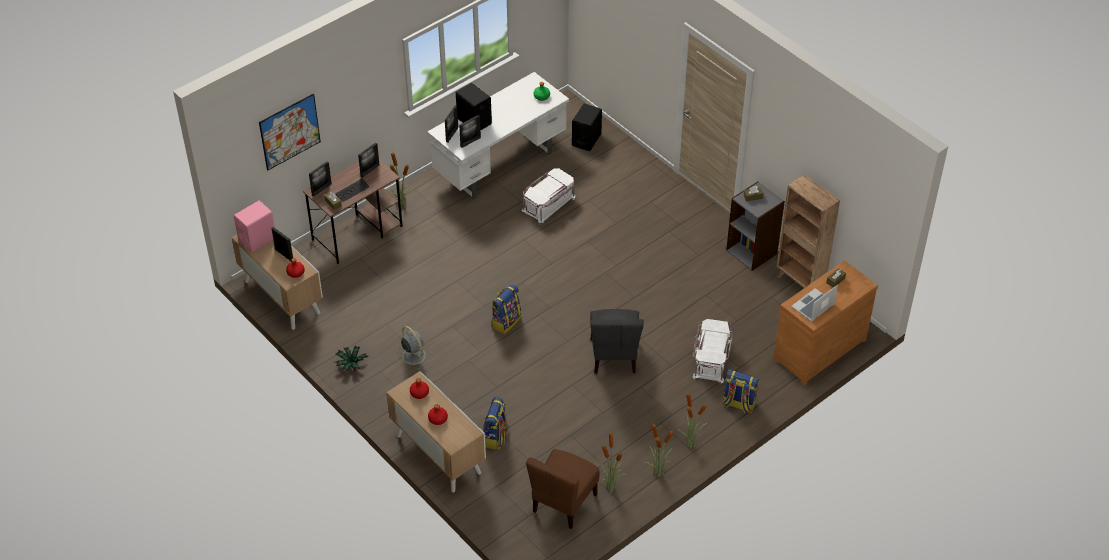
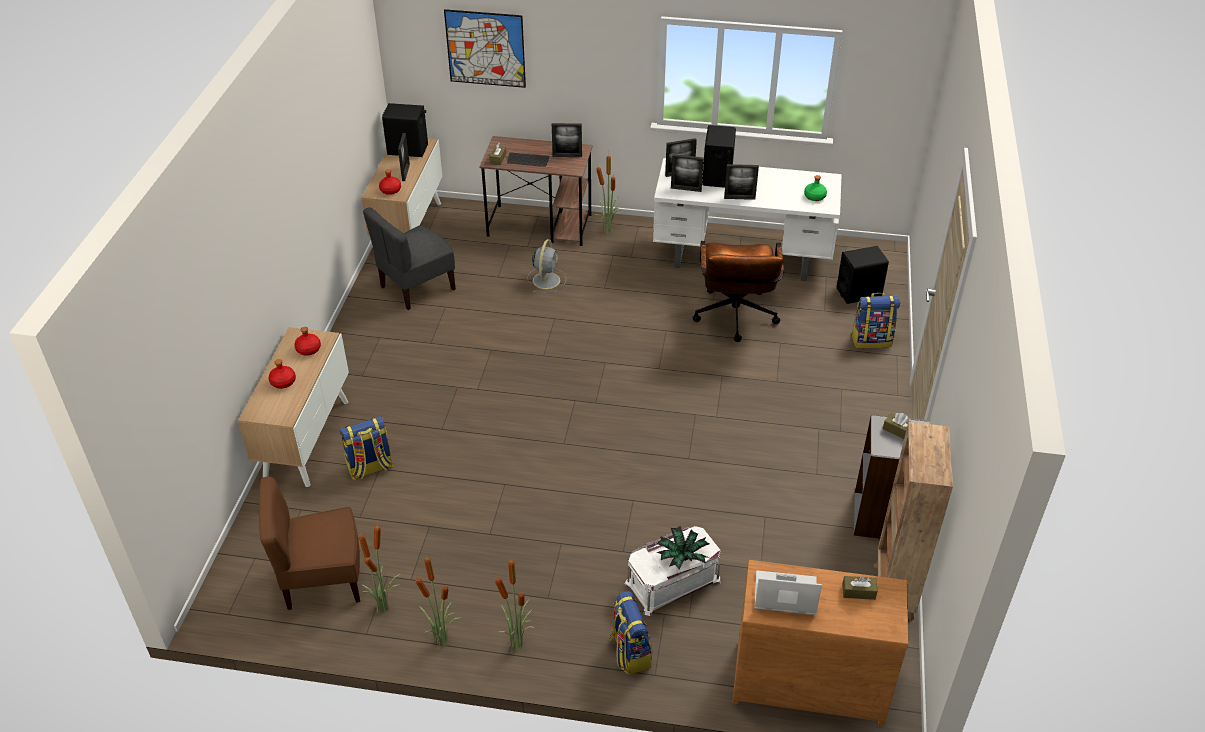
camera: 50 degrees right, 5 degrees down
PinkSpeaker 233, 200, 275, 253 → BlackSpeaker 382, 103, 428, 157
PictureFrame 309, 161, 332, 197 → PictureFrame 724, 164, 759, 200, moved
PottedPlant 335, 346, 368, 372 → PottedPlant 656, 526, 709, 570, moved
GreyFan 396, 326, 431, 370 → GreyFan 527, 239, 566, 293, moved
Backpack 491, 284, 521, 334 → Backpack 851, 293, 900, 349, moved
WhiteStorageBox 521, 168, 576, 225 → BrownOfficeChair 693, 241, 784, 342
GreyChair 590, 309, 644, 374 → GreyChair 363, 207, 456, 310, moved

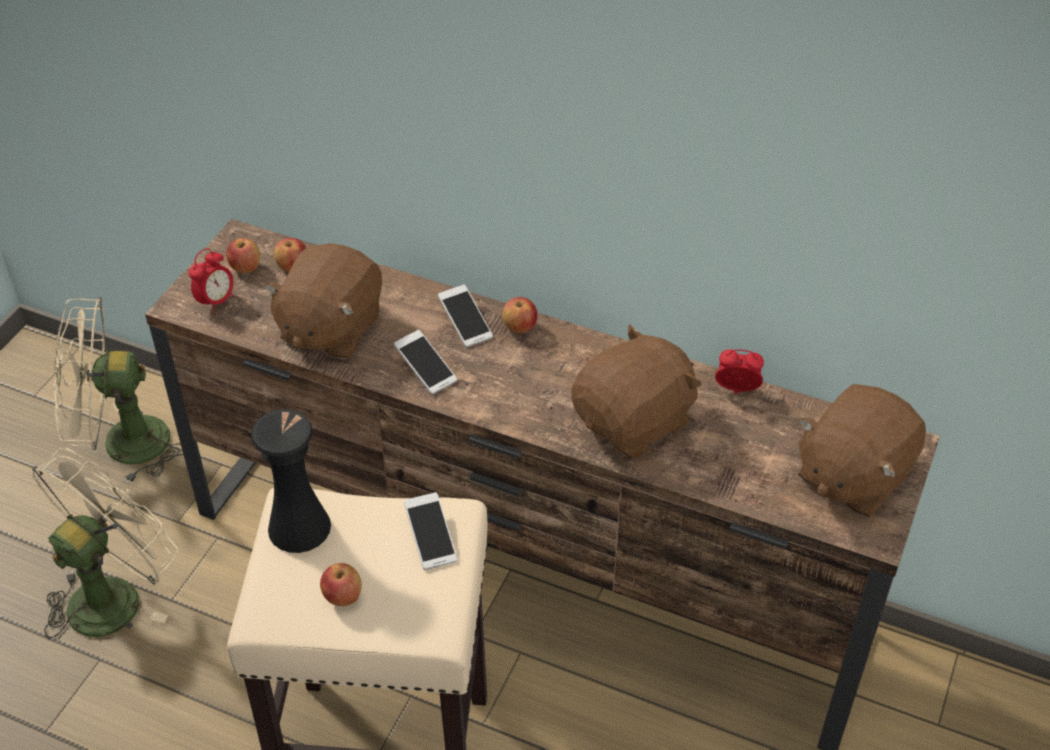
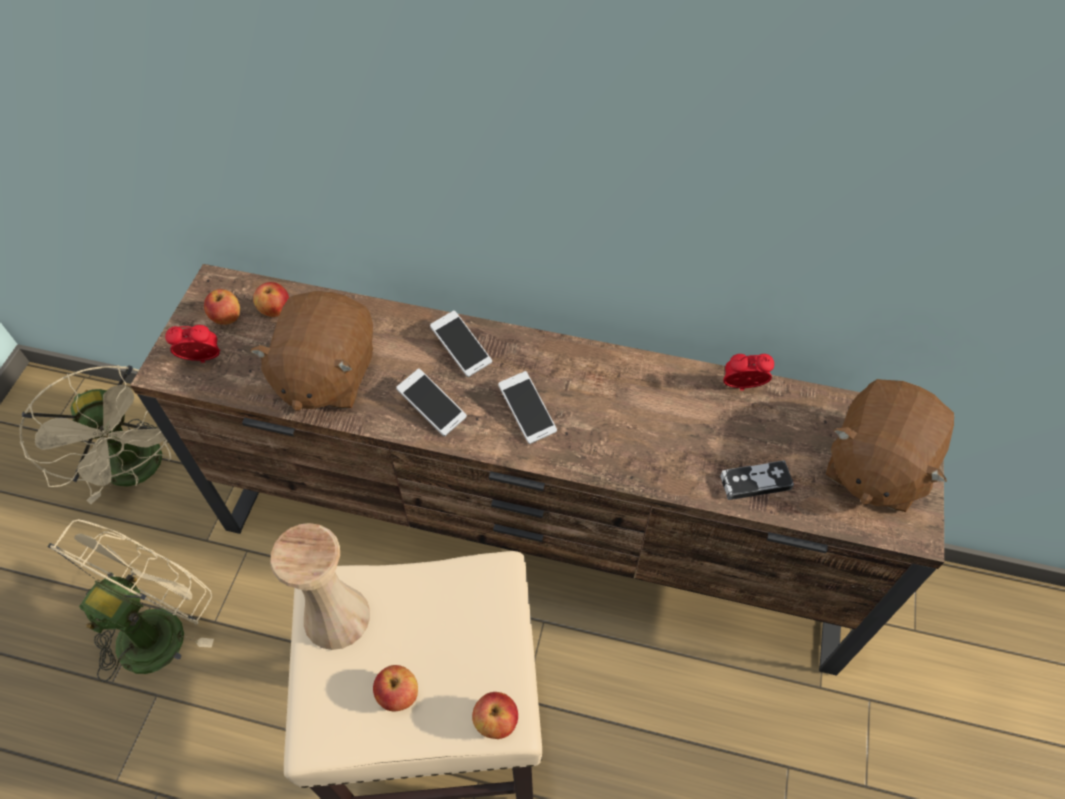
camera: 10 degrees left, 10 degrees up
BeigeFan 54, 297, 183, 484 → BeigeFan 19, 365, 171, 504, 105 degrees counterclockwise
AlarmClock 189, 248, 235, 314 → AlarmClock 165, 325, 220, 363, 120 degrees counterclockwise
BlackVase 251, 409, 331, 553 → BeigeVase 270, 523, 370, 650
Phone 404, 492, 457, 570 → Phone 498, 371, 557, 444, moved
Apple 502, 297, 537, 333 → Apple 472, 692, 518, 739, moved
BrownPlushToy 571, 324, 702, 458 → -
- → GameController 720, 460, 794, 500

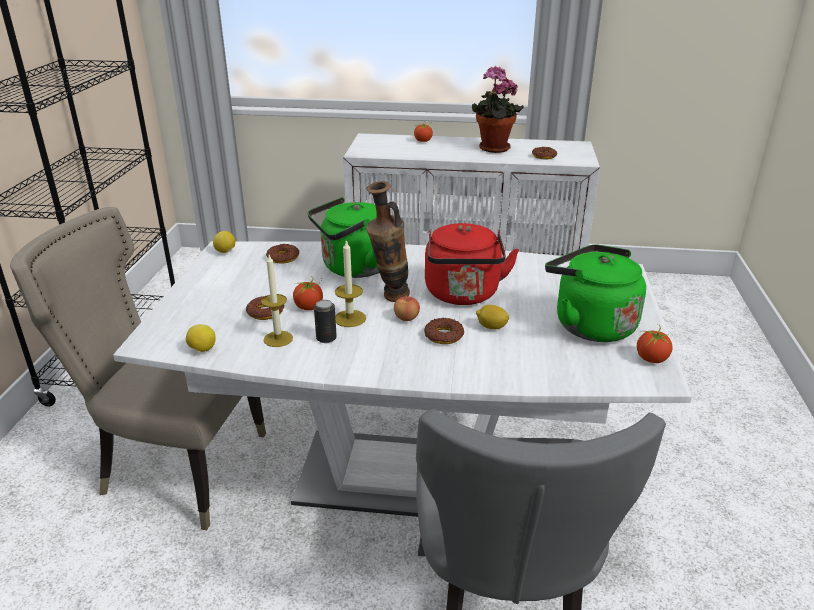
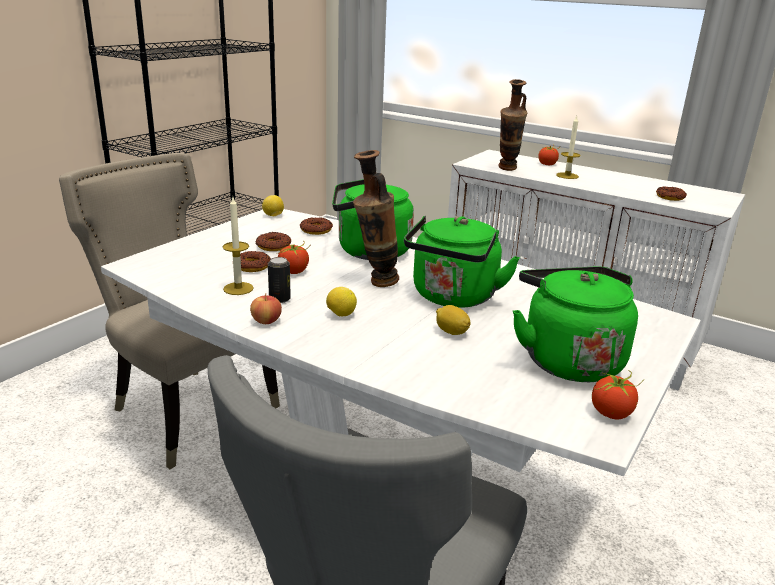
camera: 25 degrees right, 5 degrees down
Lemon 186, 324, 216, 352 → Lemon 326, 287, 357, 316, moved
Candle 335, 239, 366, 327 → Candle 556, 116, 580, 179, moved
Apple 394, 295, 420, 321 → Apple 250, 293, 282, 324, moved
Donut 424, 318, 464, 344 → Donut 256, 232, 291, 251, moved
RedKettle 425, 223, 519, 305 → GreenKettle 404, 216, 520, 308
PottedPlant 472, 66, 524, 153 → -
- → Vase 498, 79, 527, 171

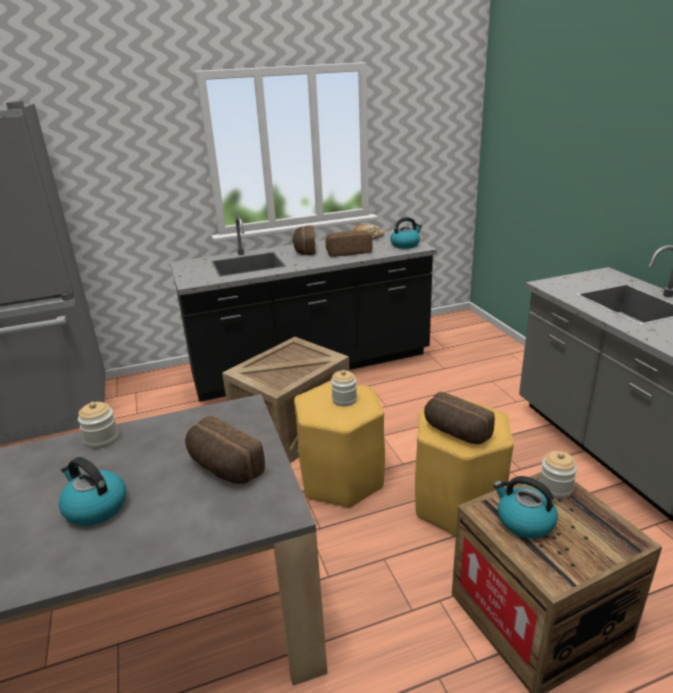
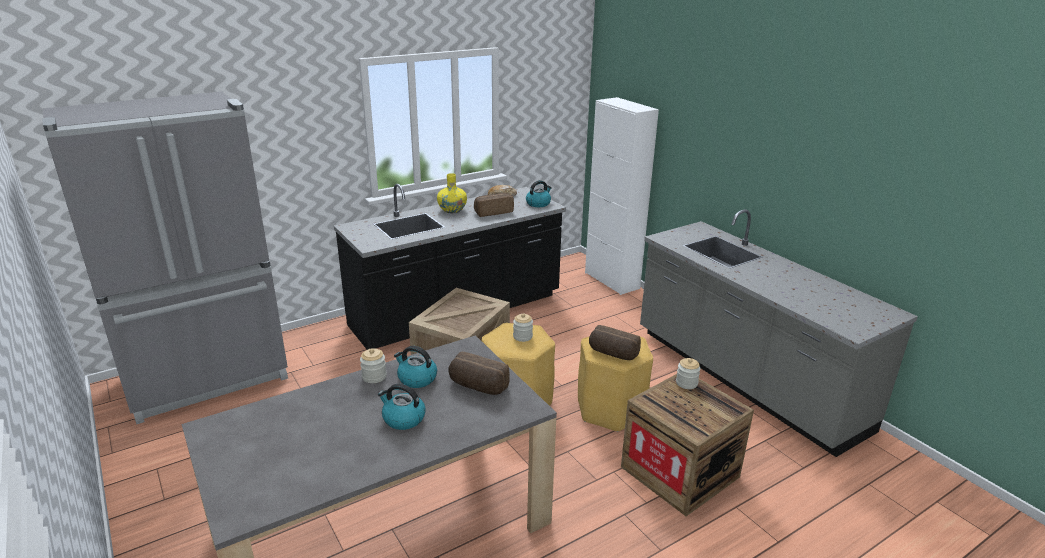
camera: 15 degrees left, 0 degrees up
Bread 292, 225, 316, 255 → YellowVase 437, 173, 467, 213
Kettle 493, 476, 558, 539 → Kettle 394, 346, 437, 388, moved
- → WhiteCabinet 585, 97, 659, 295

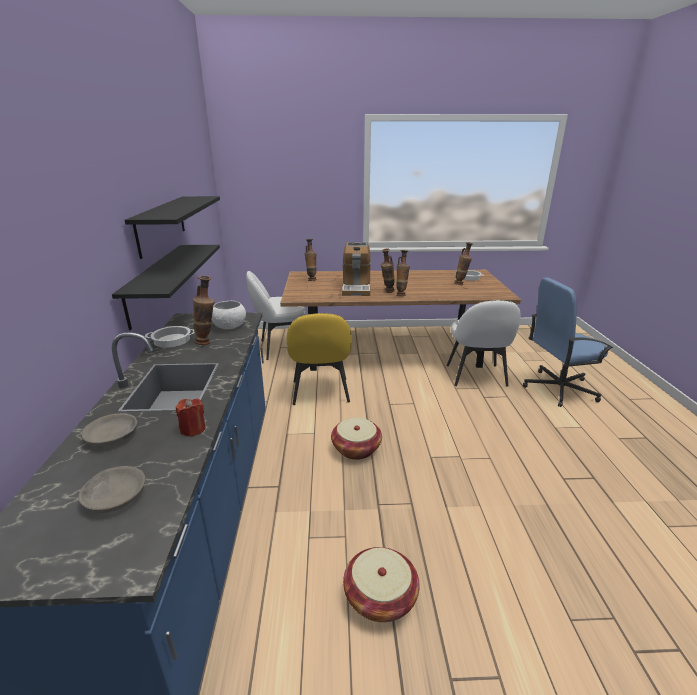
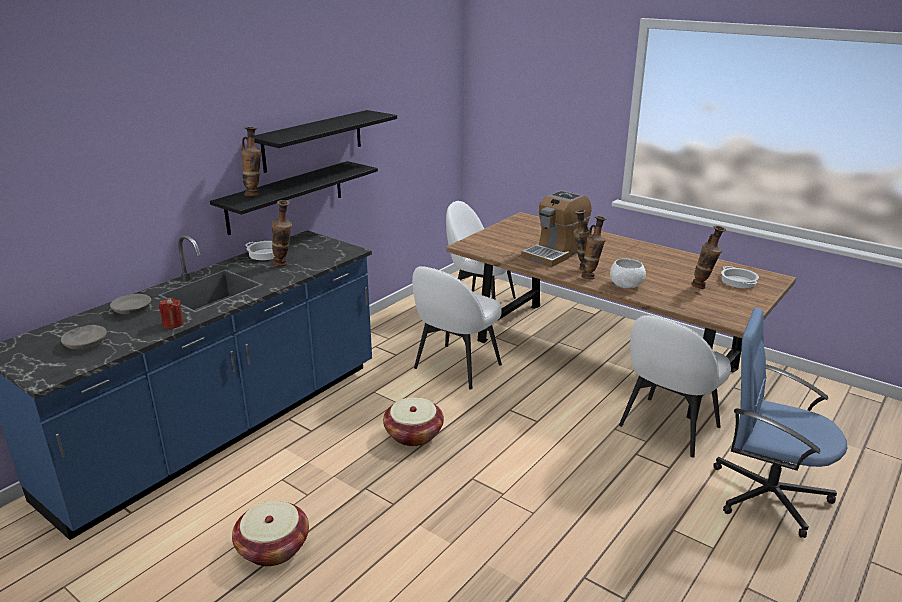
camera: 40 degrees right, 0 degrees up
WhiteBowl 212, 301, 246, 329 → WhiteBowl 610, 258, 646, 288, moved
YellowChair 287, 313, 352, 405 → WhiteChair 412, 266, 502, 389
Vase 305, 239, 317, 281 → Vase 241, 127, 261, 196, moved

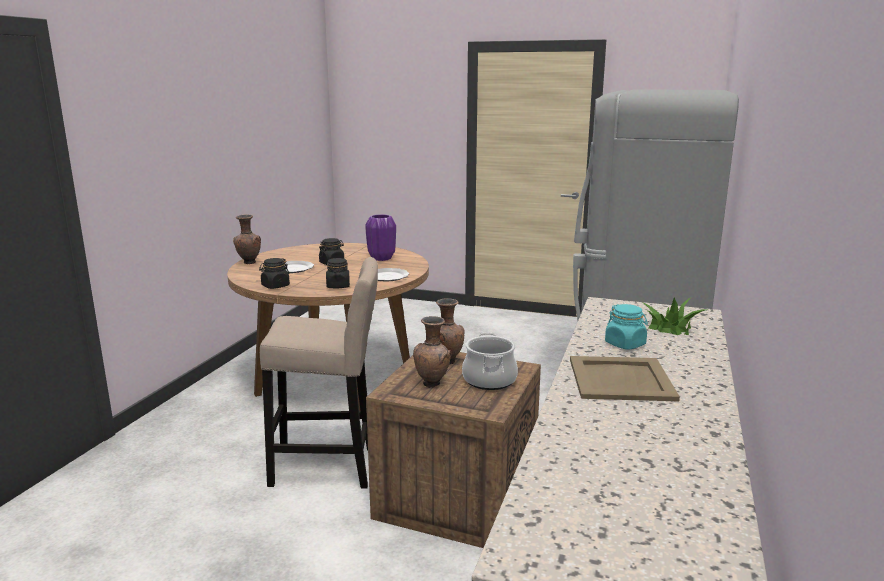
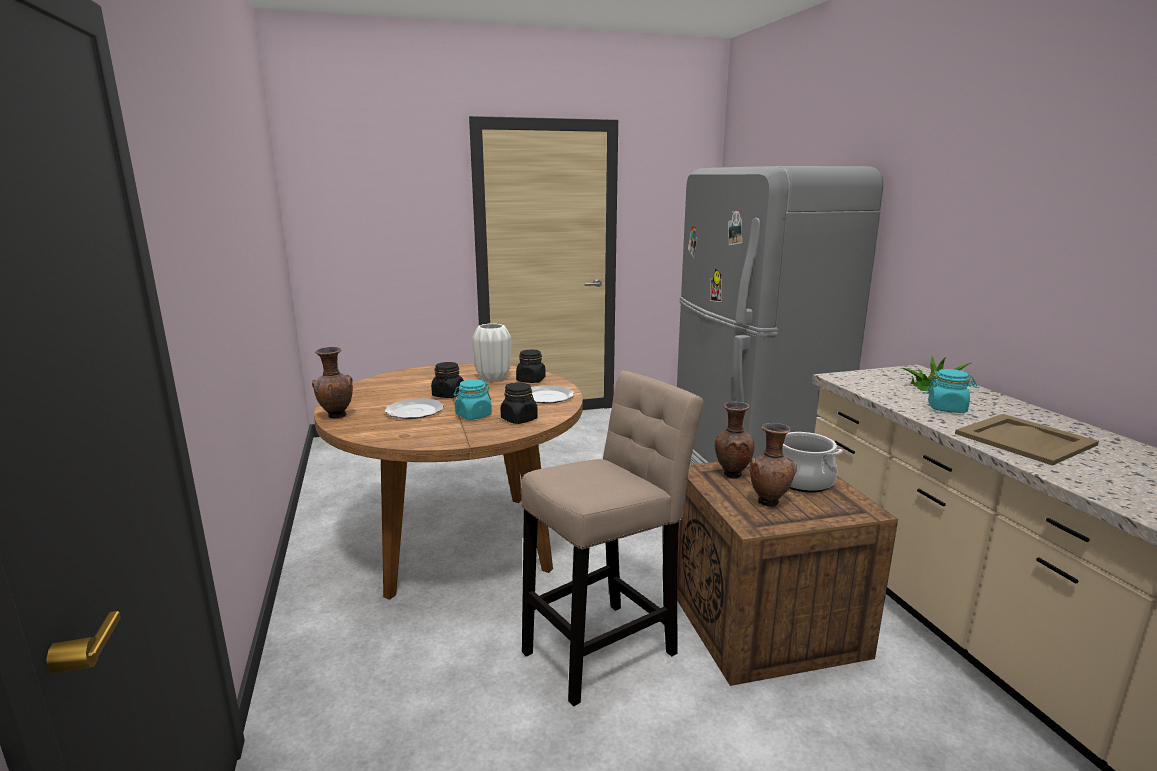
camera: 35 degrees left, 0 degrees up
BlackJar 259, 258, 290, 289 → BlackJar 516, 349, 546, 383, moved
PurpleVase 365, 214, 396, 261 → WhiteVase 472, 323, 511, 382
- → TurquoiseJar 454, 379, 492, 420

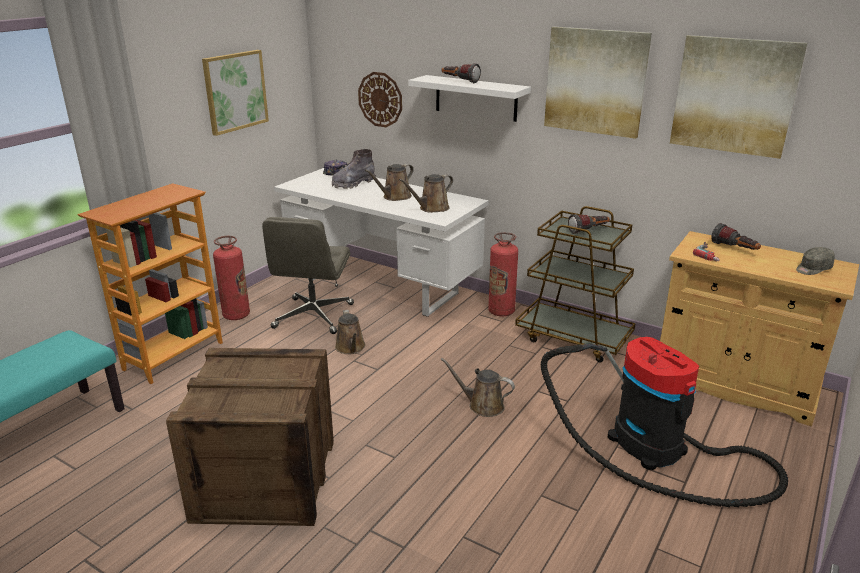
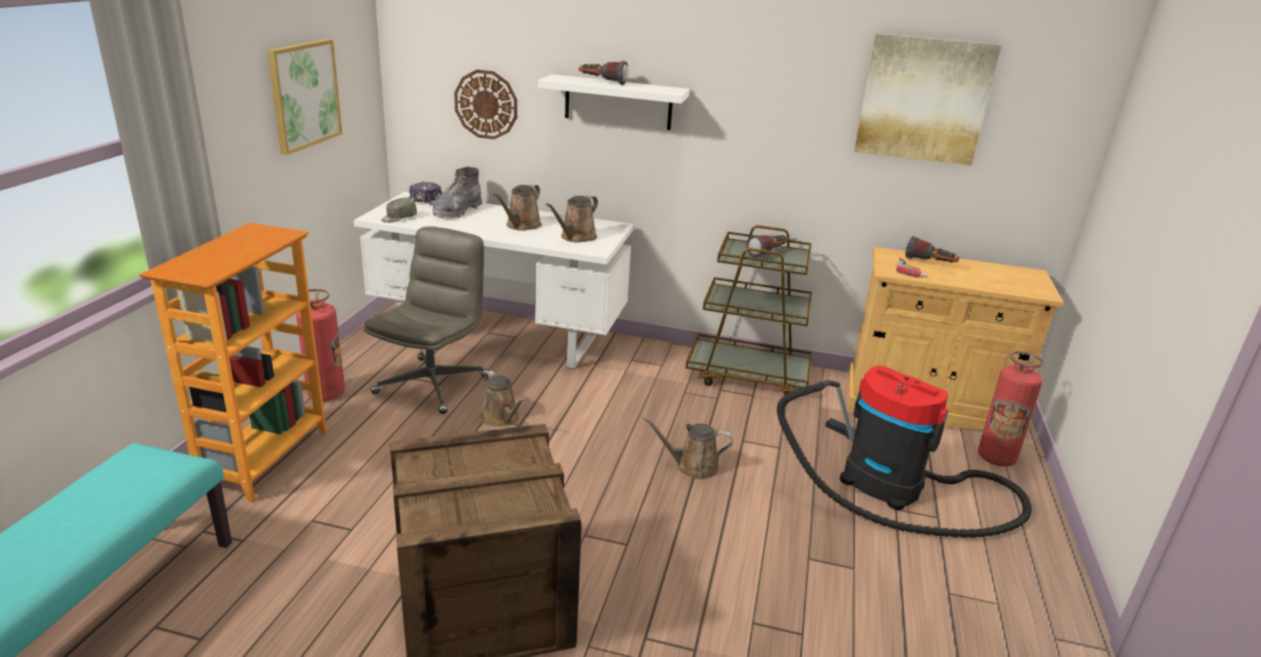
camera: 20 degrees left, 0 degrees up
GreyOfficeChair 262, 217, 354, 334 → GreyOfficeChair 364, 226, 489, 414, 150 degrees counterclockwise
FireExtinguisher 488, 232, 518, 317 → FireExtinguisher 978, 351, 1044, 467, moved
Picture 544, 27, 652, 139 → -
GreyCap 796, 247, 835, 275 → GreyCap 381, 197, 417, 223, moved

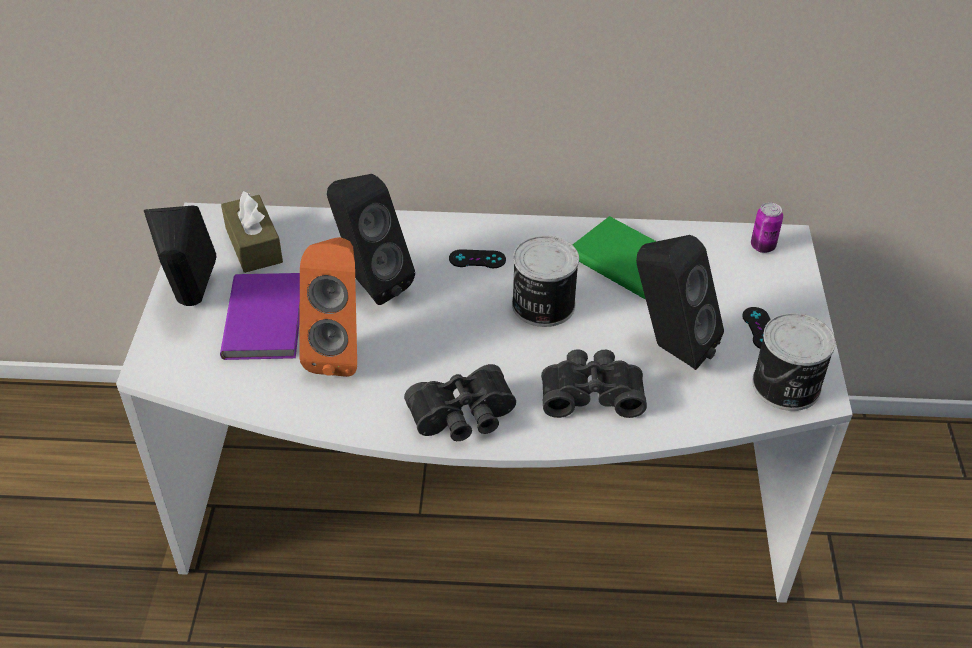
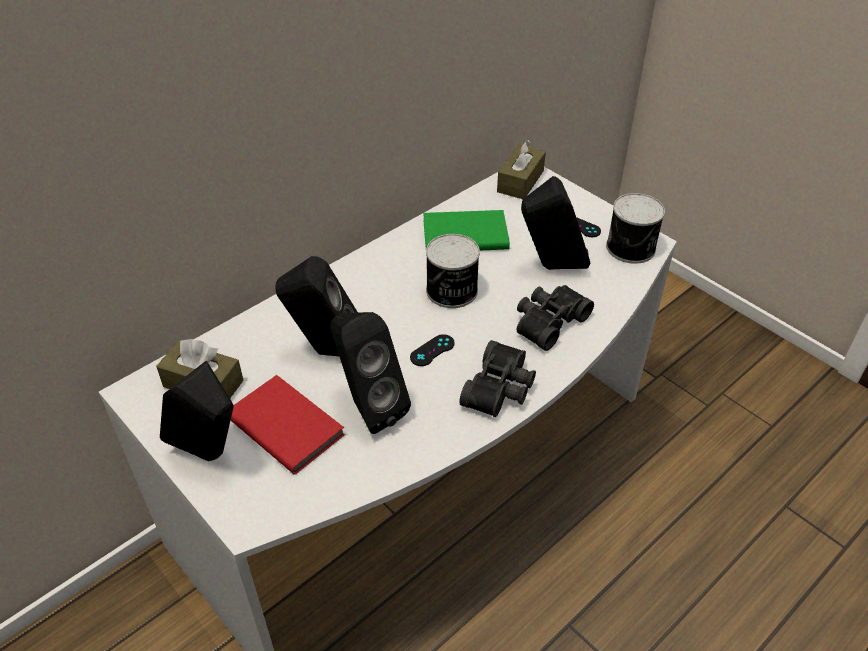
camera: 45 degrees left, 0 degrees up
PurpleBook 220, 273, 300, 360 → RedBook 231, 375, 345, 475
OrangeSpeaker 299, 237, 357, 377 → BlackSpeaker 330, 312, 411, 434
BlackGameController 449, 249, 506, 268 → BlackGameController 410, 334, 455, 366, moved
Can 751, 202, 783, 253 → BrownTissueBox 497, 139, 546, 199

